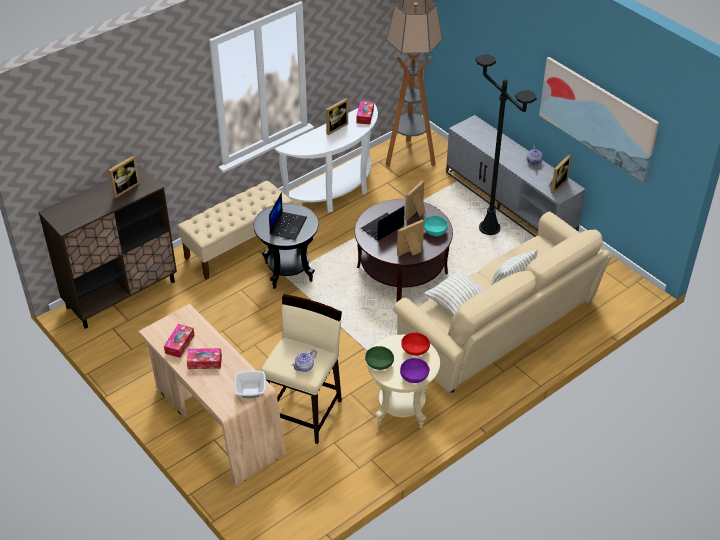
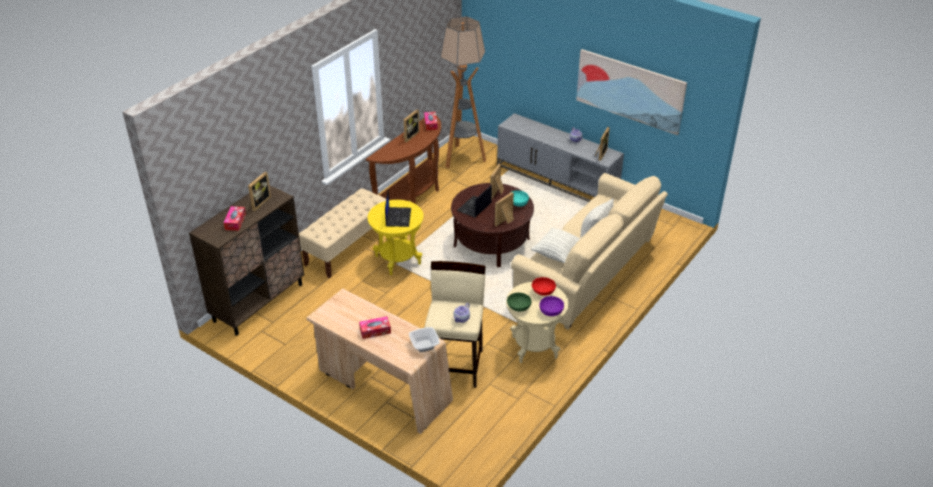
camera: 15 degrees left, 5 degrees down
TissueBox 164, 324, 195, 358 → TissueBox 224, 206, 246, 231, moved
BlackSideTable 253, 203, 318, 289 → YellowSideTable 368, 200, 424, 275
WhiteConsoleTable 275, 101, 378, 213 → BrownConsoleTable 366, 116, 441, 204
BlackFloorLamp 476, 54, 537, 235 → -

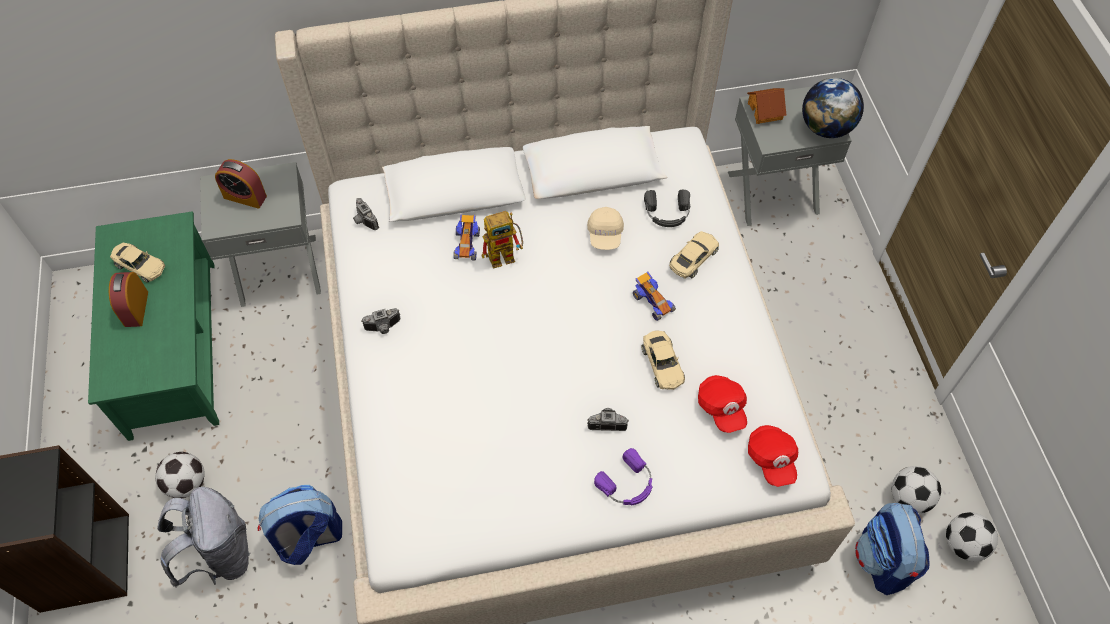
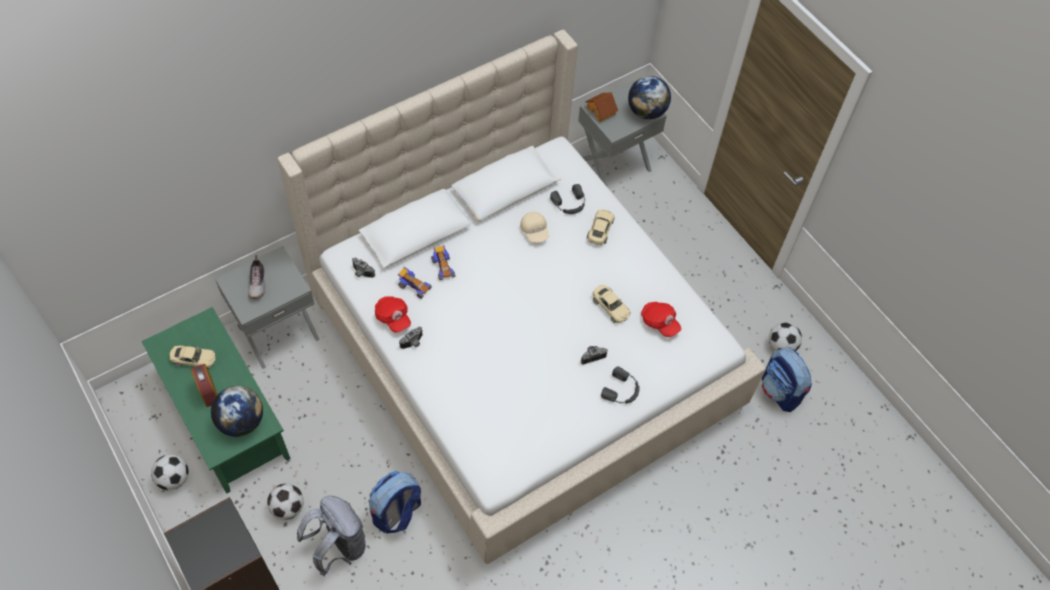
camera: 25 degrees left, 0 degrees up
AlarmClock 215, 159, 267, 208 → Shoe 248, 255, 266, 299
ToyRobot 482, 211, 523, 269 → -
PurpleHeadphones 594, 448, 653, 505 → BlackHeadphones 601, 366, 640, 404
ToyCar 633, 272, 676, 321 → ToyCar 398, 267, 432, 299, moved
RedCap 748, 425, 798, 487 → RedCap 375, 296, 411, 333, moved
Football 946, 512, 998, 562 → Football 151, 454, 188, 490, moved
- → Globe 211, 386, 263, 437

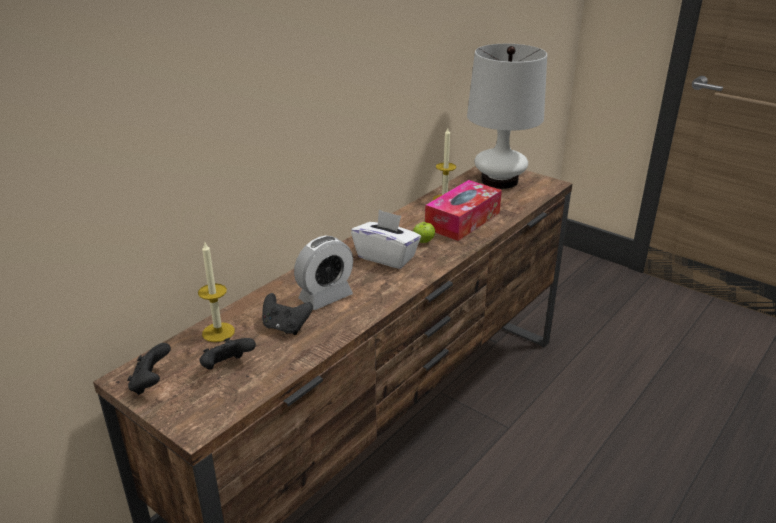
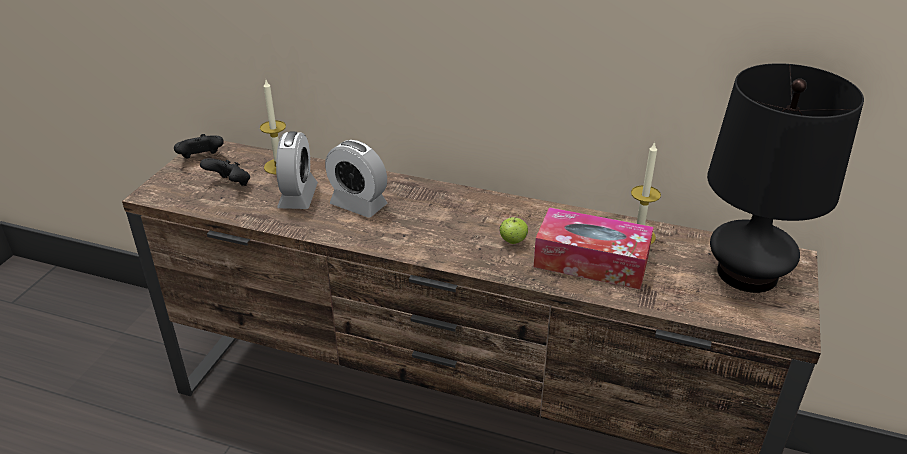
camera: 70 degrees right, 5 degrees up
BlackGameController 262, 293, 313, 335 → AlarmClock 276, 131, 318, 209
WhiteTissueBox 351, 210, 421, 269 → -
WhiteTableLamp 467, 44, 547, 189 → BlackTableLamp 707, 63, 864, 293

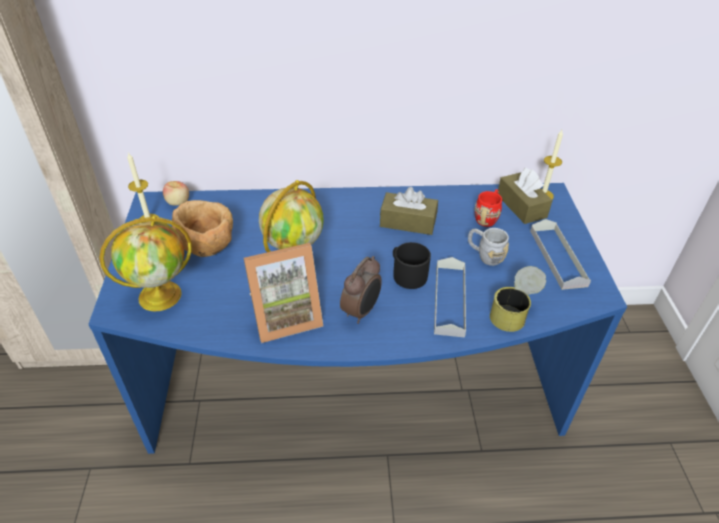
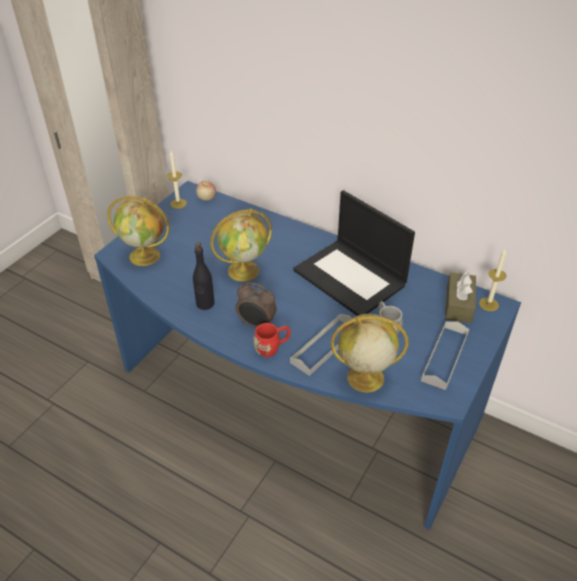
camera: 35 degrees right, 0 degrees up
BrownBowl 172, 200, 233, 257 → -
PictureFrame 244, 243, 323, 343 → BlackBottle 193, 242, 215, 310
AlarmClock 340, 256, 381, 324 → AlarmClock 235, 282, 277, 327, 45 degrees clockwise
BrownTissueBox 380, 187, 438, 235 → Laptop 293, 190, 415, 316
BlackMug 393, 242, 431, 289 → -
RedMug 475, 189, 502, 227 → RedMug 254, 323, 291, 357, moved
Can 490, 266, 546, 332 → Globe 331, 314, 408, 392

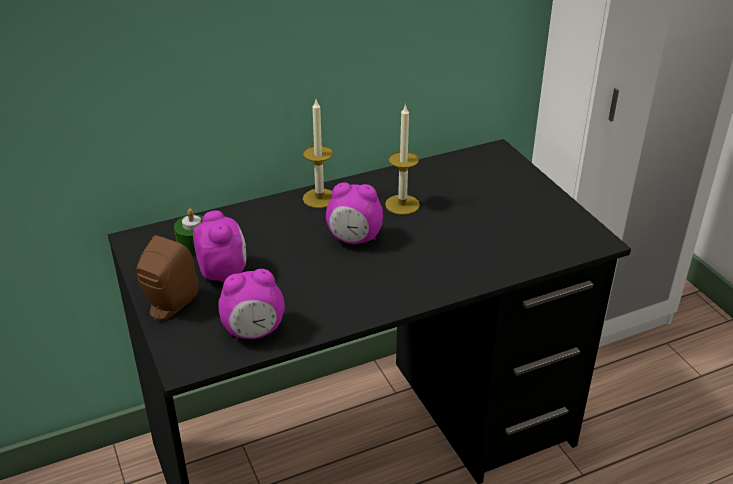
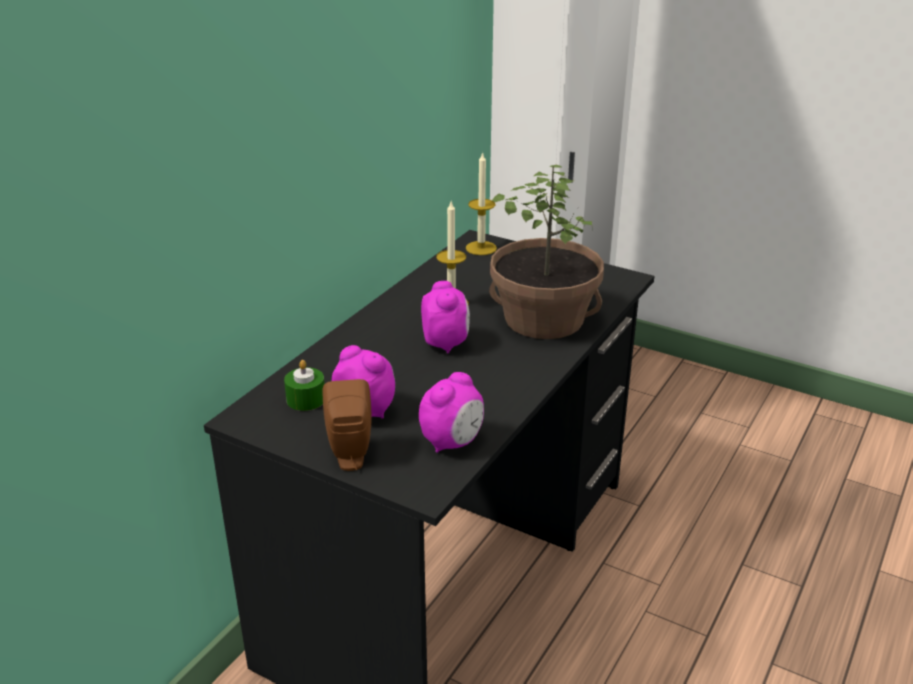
camera: 35 degrees left, 5 degrees down
Candle 303, 100, 333, 208 → Candle 466, 152, 497, 255, moved
AlarmClock 326, 183, 383, 244 → AlarmClock 421, 281, 470, 354, 75 degrees counterclockwise
- → PottedPlant 489, 165, 604, 339

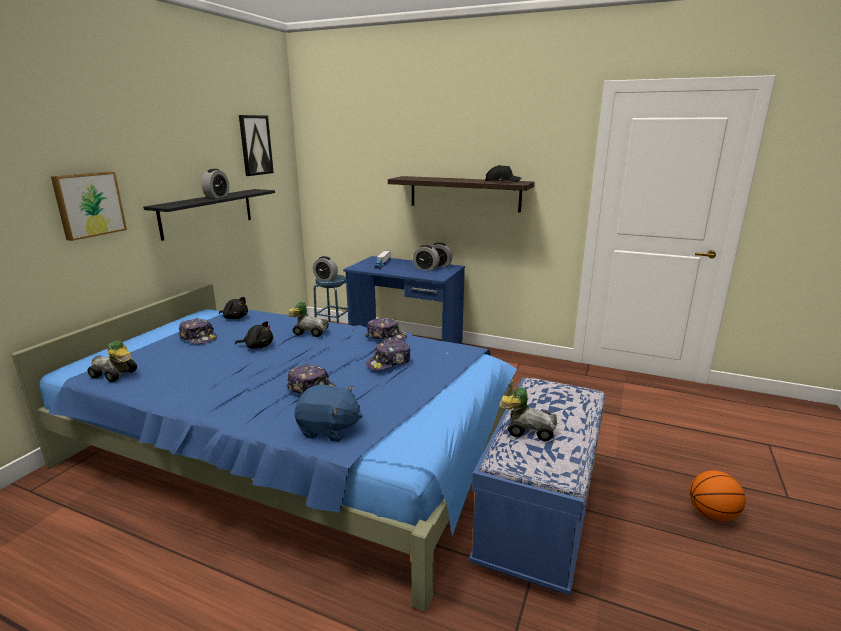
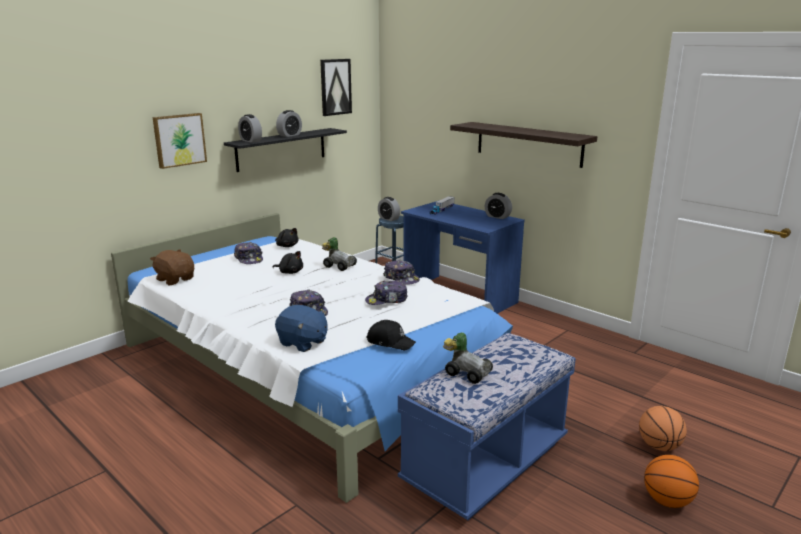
camera: 20 degrees right, 0 degrees up
BlueBed 11, 283, 517, 611 → WhiteBed 111, 213, 513, 503
ToyCar 88, 340, 137, 382 → BrownPlushToy 150, 249, 194, 285
AlarmClock 413, 245, 440, 271 → AlarmClock 238, 114, 262, 143, moved
BlackCap 485, 165, 521, 182 → BlackCap 366, 320, 416, 350, moved
- → Basketball 639, 406, 687, 451

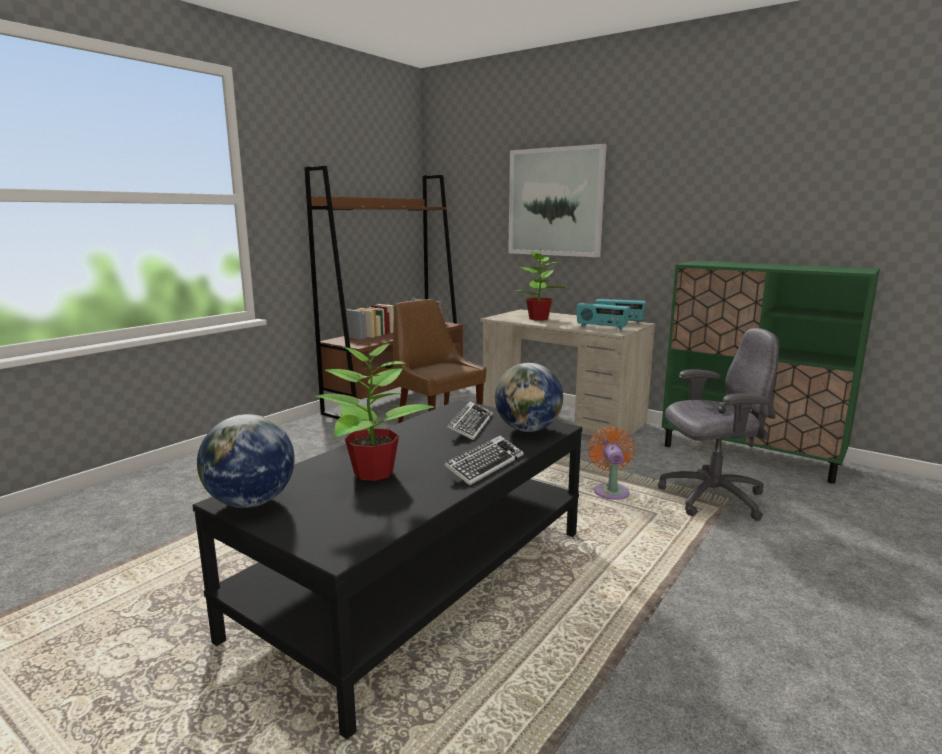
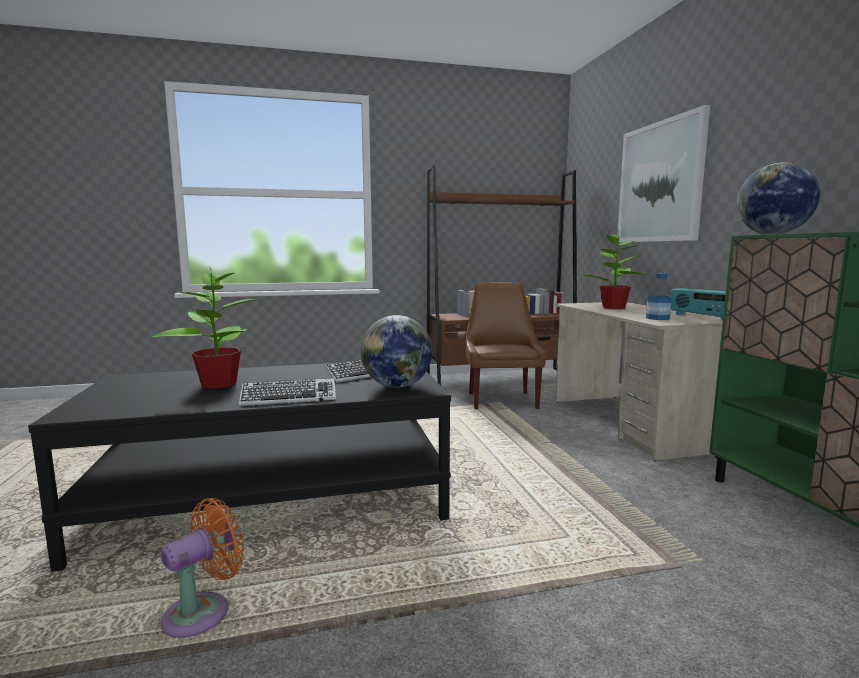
camera: 40 degrees right, 5 degrees down
Globe 197, 414, 295, 508 → Globe 737, 162, 820, 234, moved
Radio 576, 303, 630, 330 → Bottle 646, 273, 672, 320
OrangeFan 588, 427, 635, 500 → OrangeFan 161, 498, 244, 638, moved
GreyOfficeChair 658, 328, 779, 521 → -

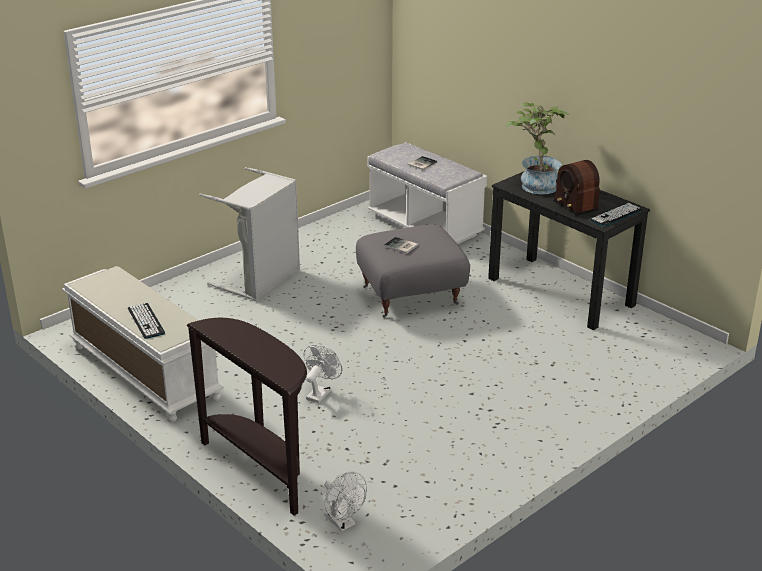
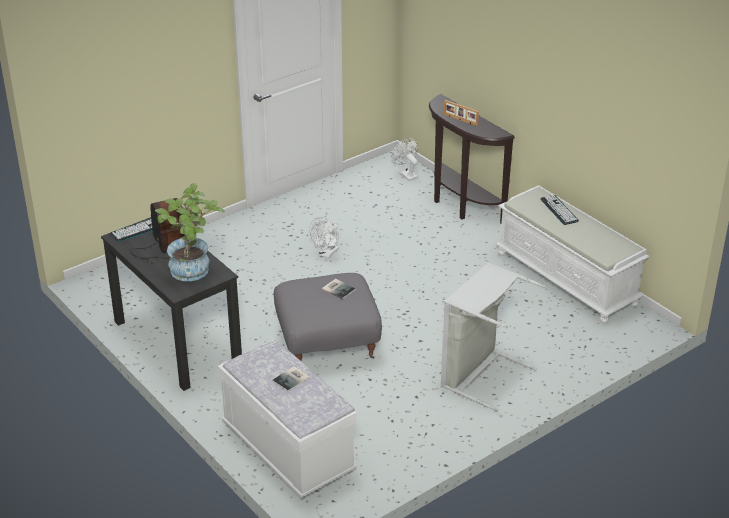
camera: 175 degrees left, 5 degrees up
WhiteFan 304, 345, 342, 403 → WhiteFan 309, 217, 339, 258, moved
- → PictureFrame 444, 100, 479, 126

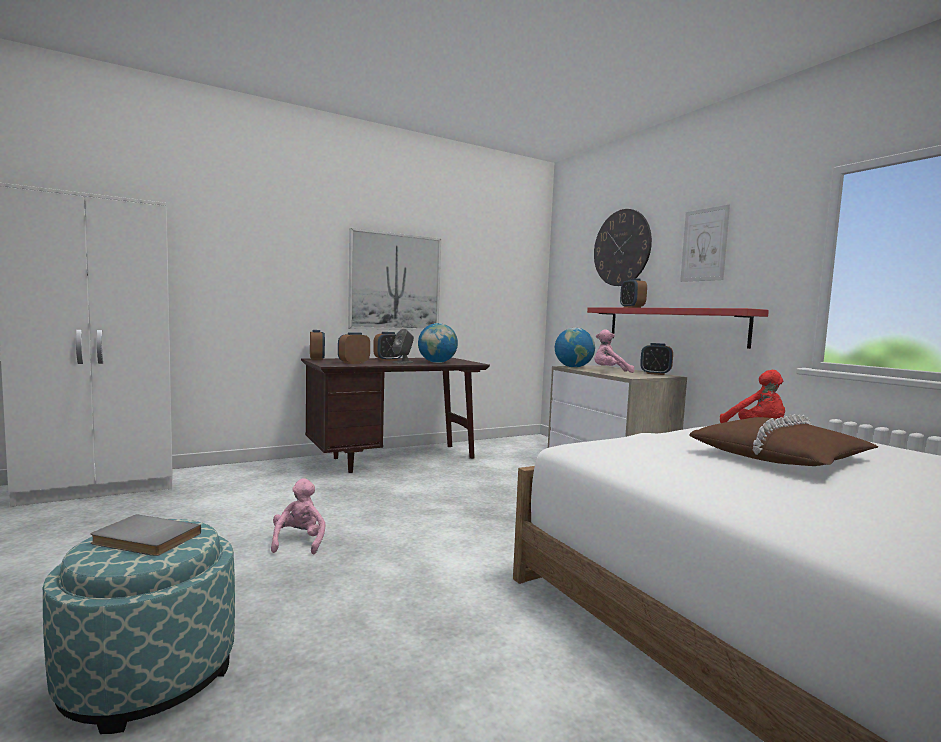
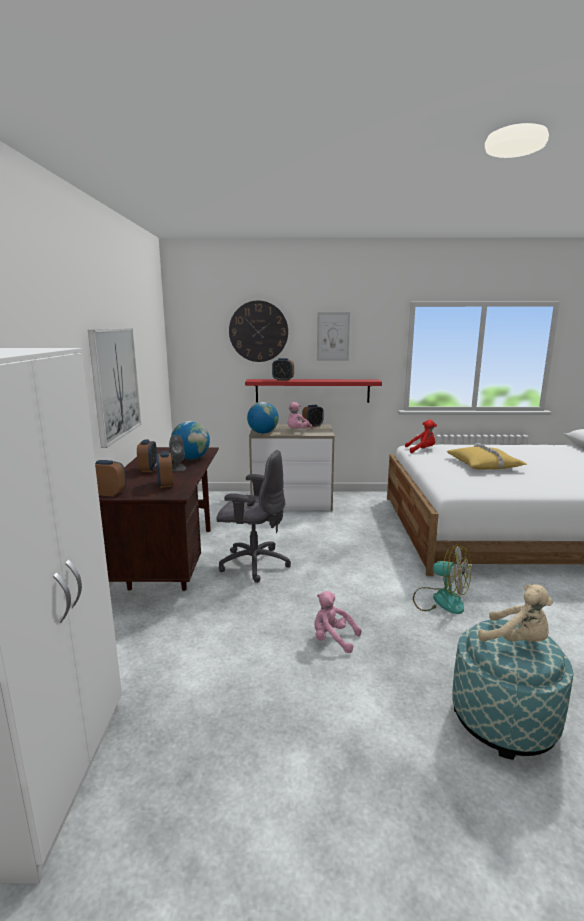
camera: 60 degrees left, 10 degrees up
GreyBook 91, 514, 201, 556 → BeigePlushToy 478, 584, 553, 642
BrownPillow 689, 414, 878, 466 → YellowPillow 446, 443, 527, 470
- → GreyOfficeChair 217, 450, 291, 583
- → Fan 413, 544, 471, 614

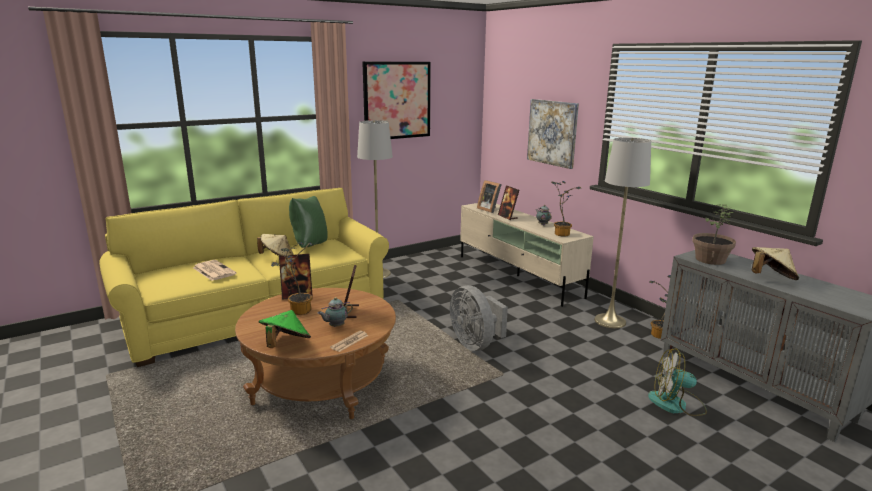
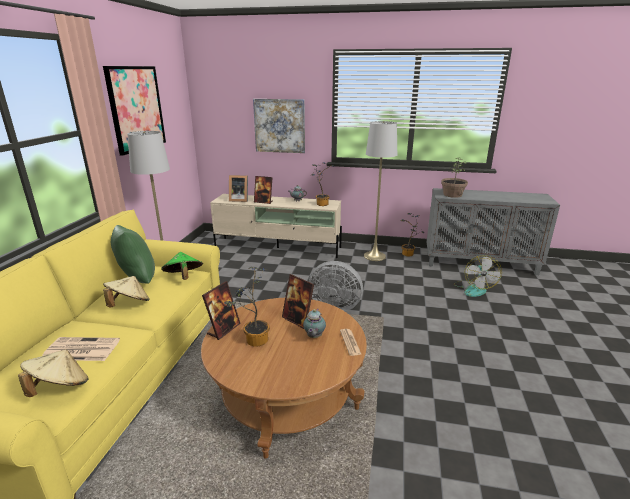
camera: 45 degrees left, 5 degrees up
GreenHat 259, 310, 311, 348 → GreenHat 161, 252, 203, 280, moved
Fan 648, 349, 707, 416 → Fan 454, 255, 502, 297, 45 degrees counterclockwise
BeigeHat 751, 247, 799, 280 → BeigeHat 18, 349, 89, 397, moved

